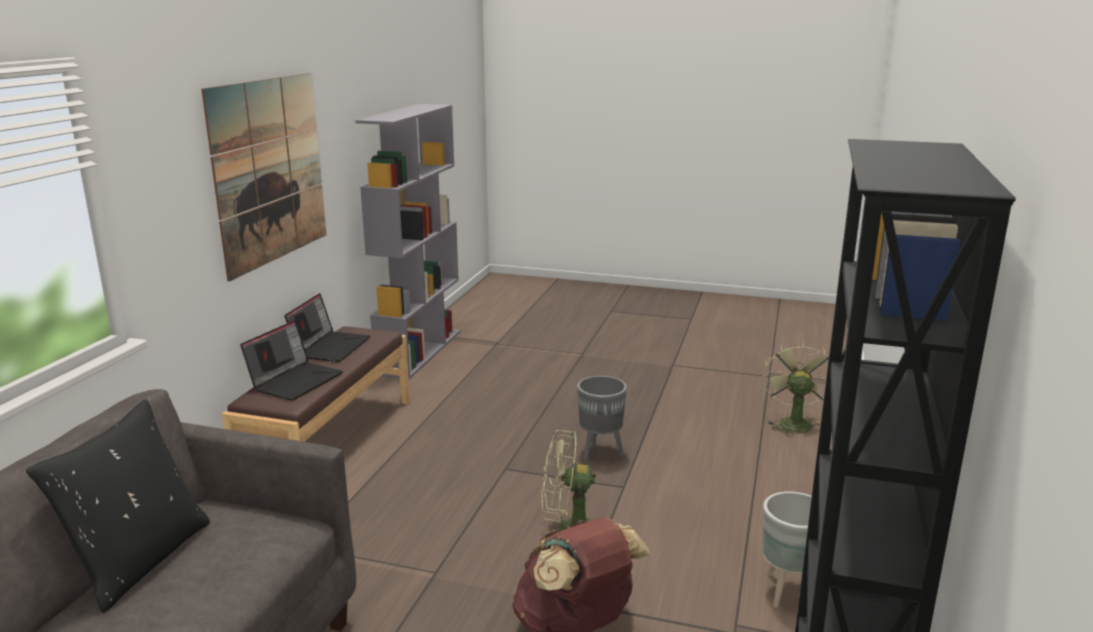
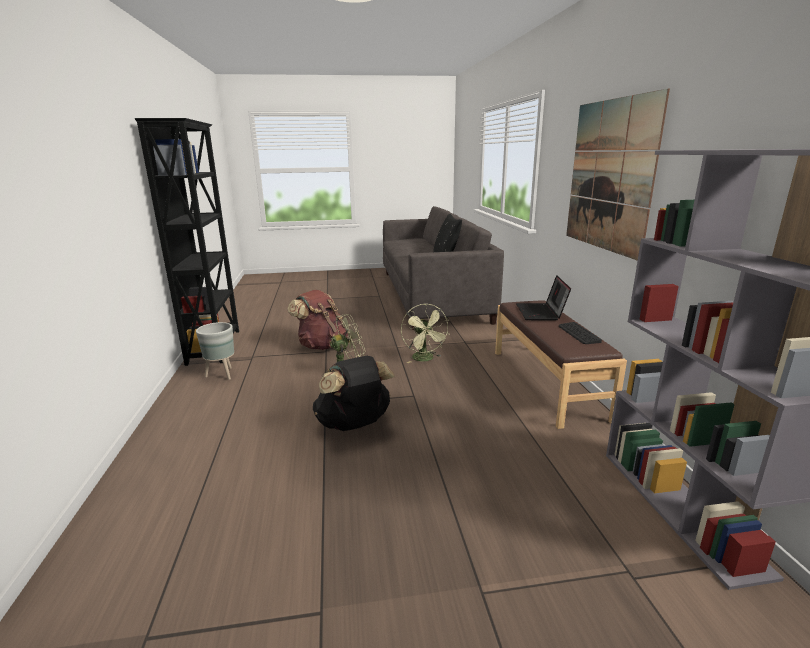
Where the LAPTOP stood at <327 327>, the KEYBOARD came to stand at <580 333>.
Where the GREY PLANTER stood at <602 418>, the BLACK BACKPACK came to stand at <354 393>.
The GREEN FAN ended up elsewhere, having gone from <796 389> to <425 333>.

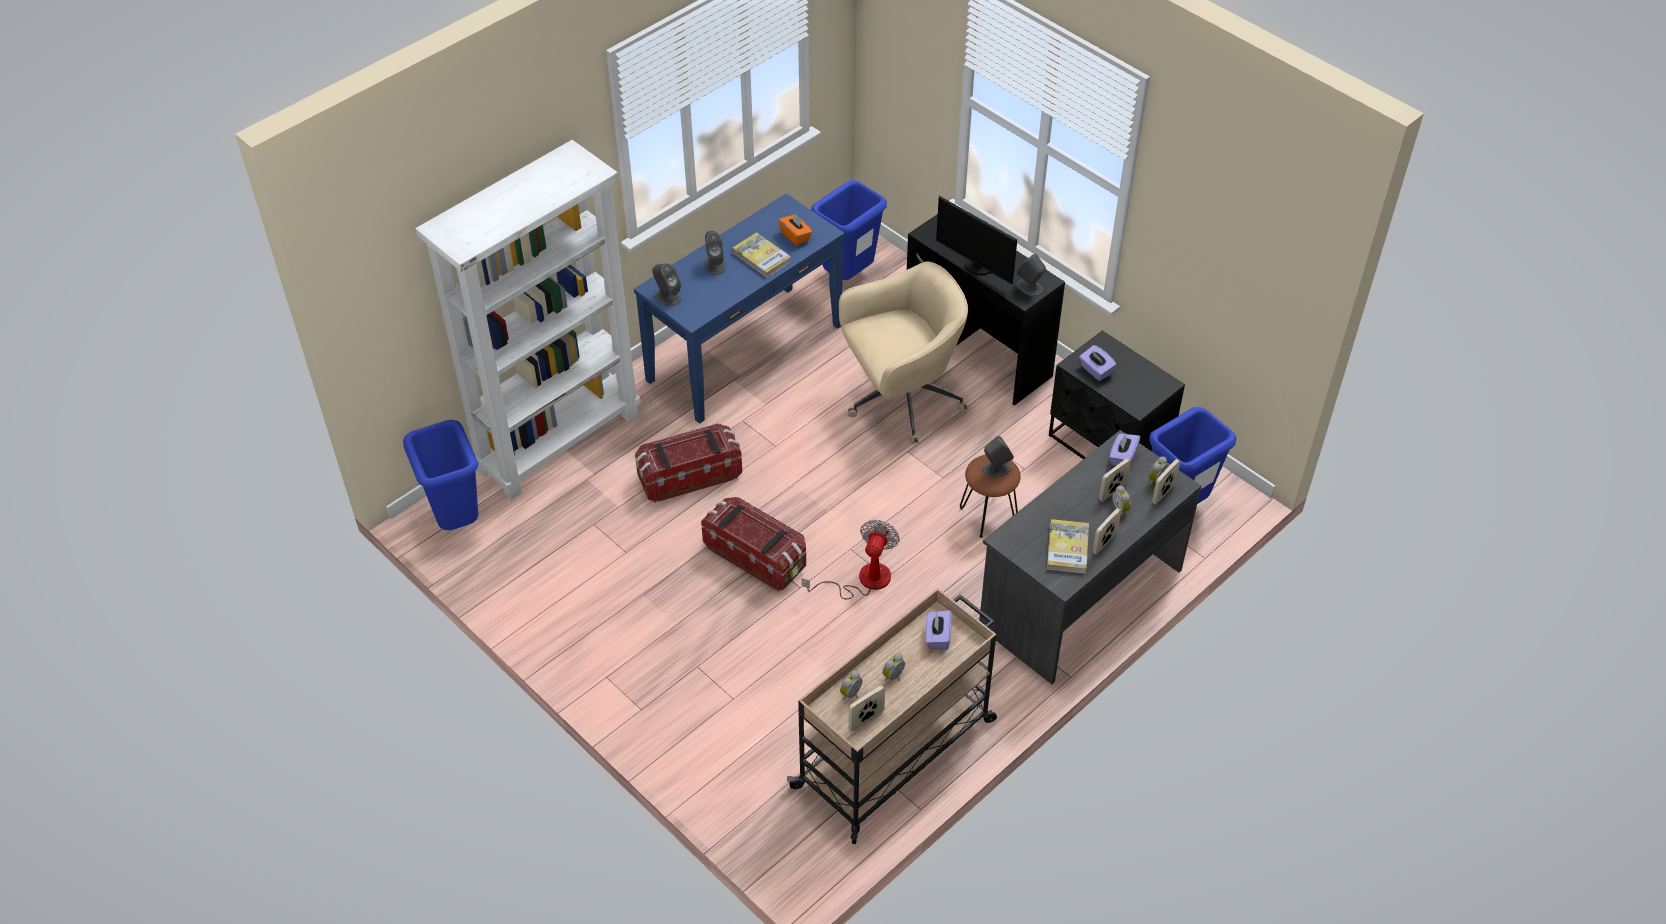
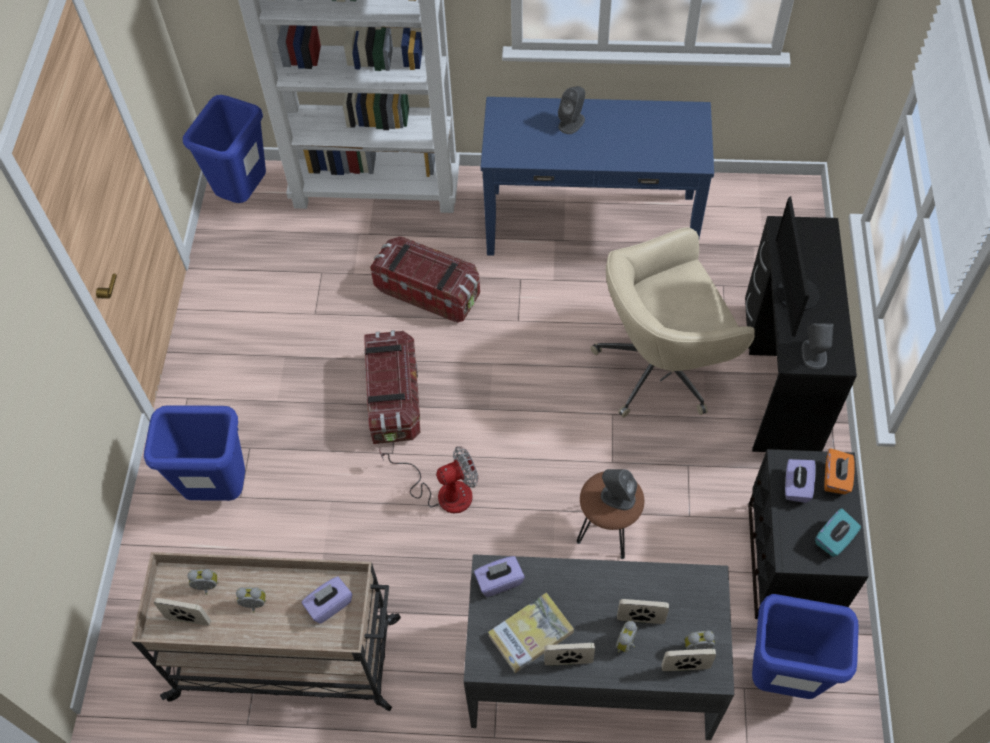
The second view lost the GREY SPEAKER at <666 284>.
The second view lost the BOOK at <762 255>.
The ORANGE TISSUE BOX ended up elsewhere, having gone from <795 229> to <839 471>.
The BLUE TRASH CAN ended up elsewhere, having gone from <849 230> to <194 453>.
The BEIGE OFFICE CHAIR at <903 352> ended up facing another way, 135 degrees clockwise from before.
The PURPLE TISSUE BOX ended up elsewhere, having gone from <1124 449> to <499 576>.
The second view gained the TURQUOISE TISSUE BOX at <838 532>.

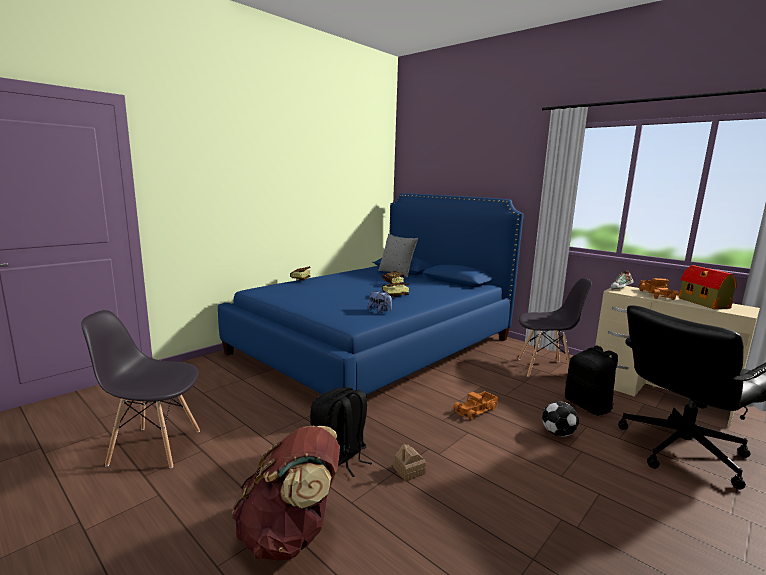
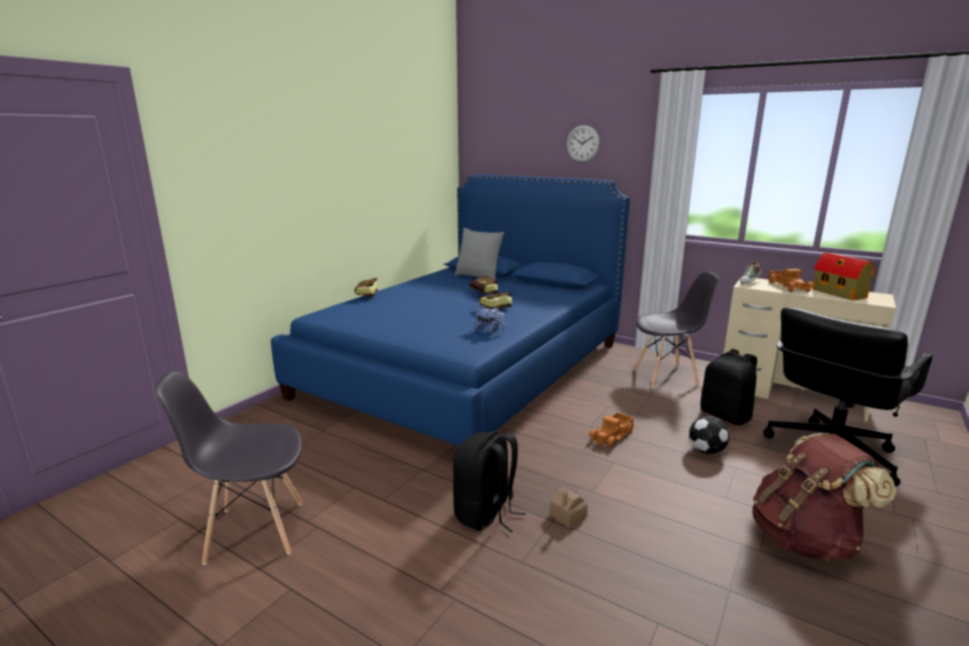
The BROWN BACKPACK ended up elsewhere, having gone from <286 493> to <824 497>.
The second view gained the WALL CLOCK at <583 143>.

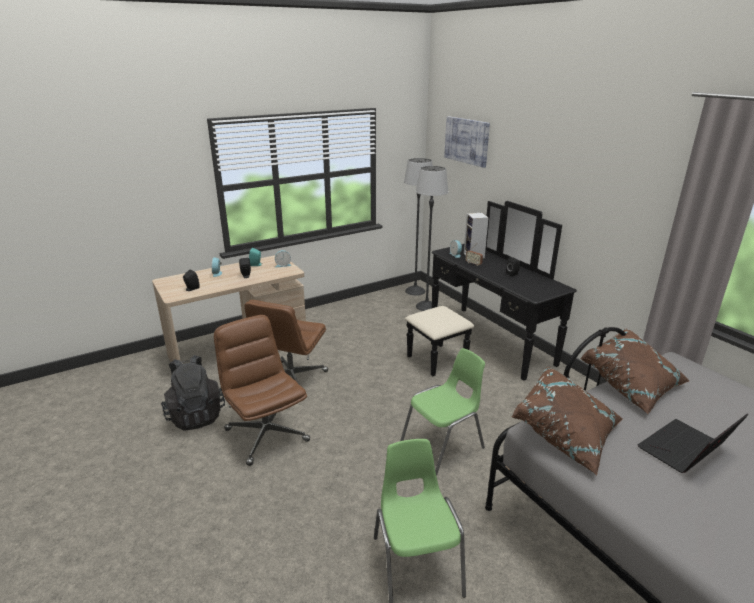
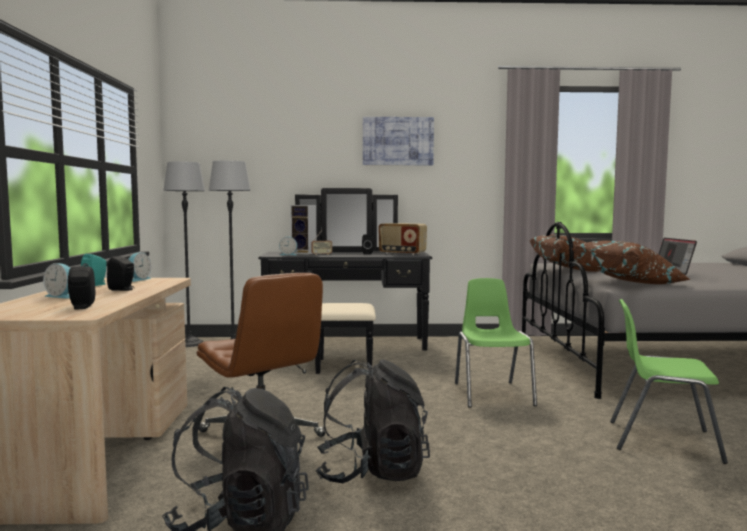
Where the BROWN OFFICE CHAIR stood at <262 390>, the BLACK BACKPACK came to stand at <372 421>.
The PICTURE ended up elsewhere, having gone from <467 142> to <398 141>.
The second view gained the RADIO at <402 239>.

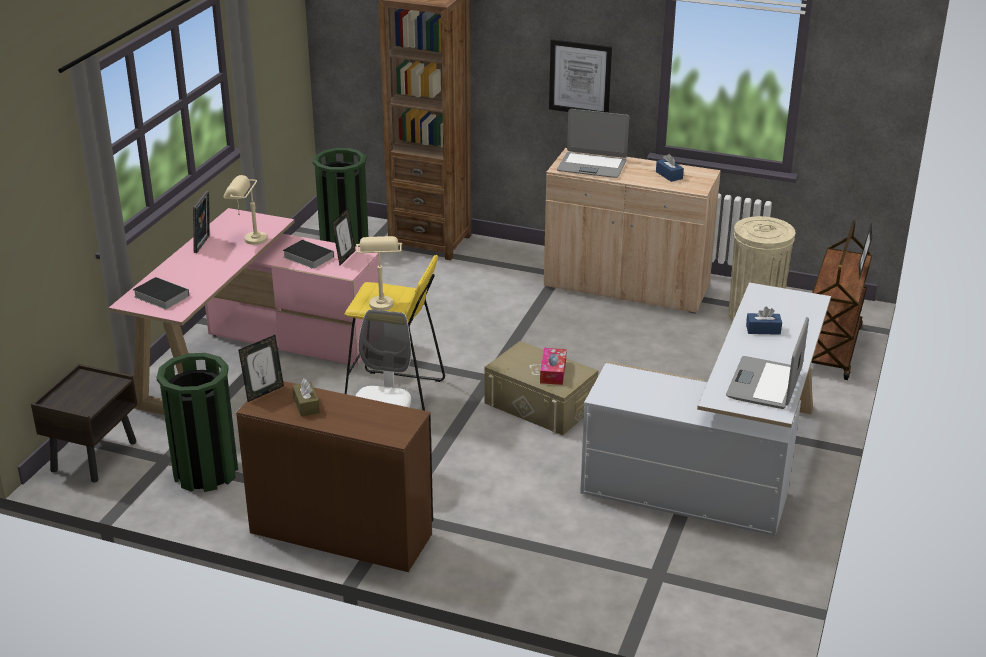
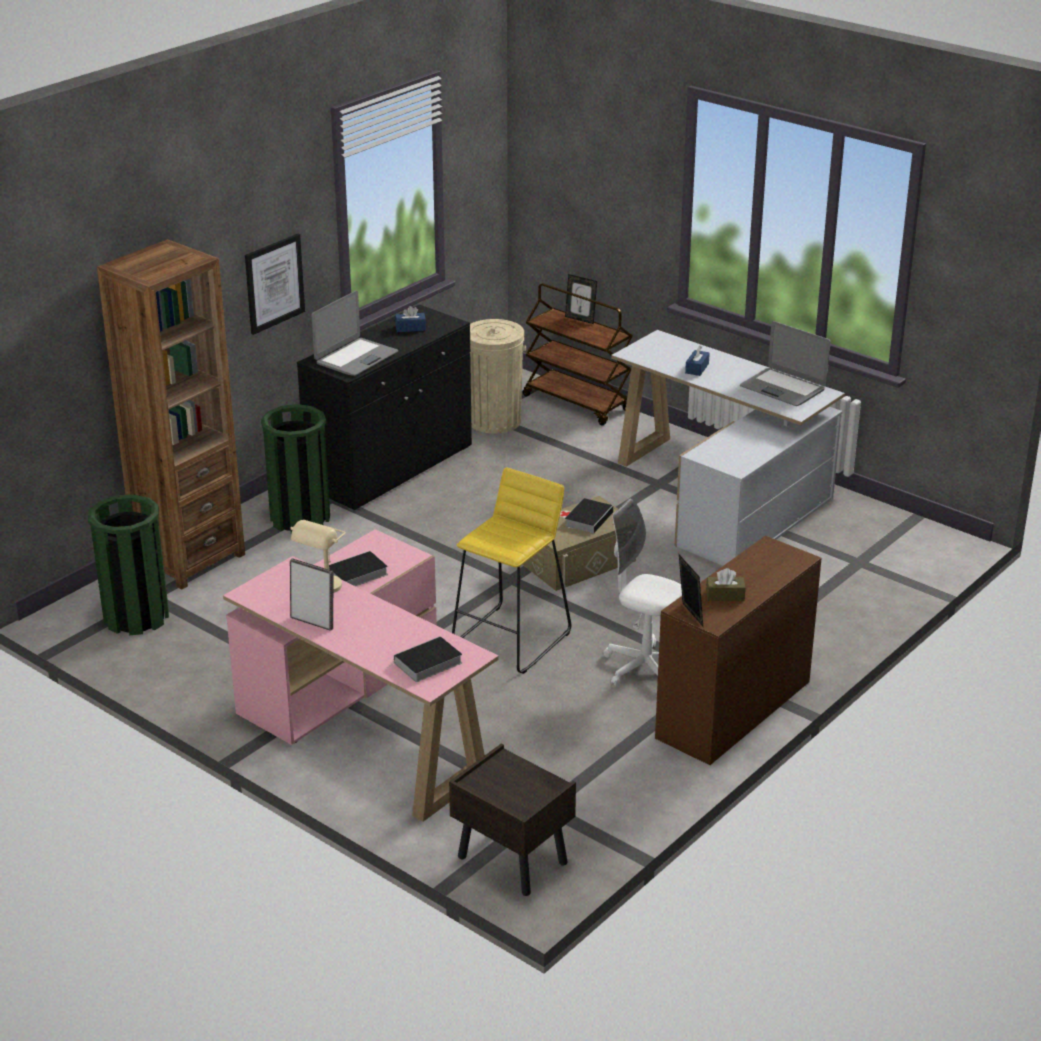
The GREEN TRASH CAN ended up elsewhere, having gone from <197 422> to <295 469>.
The second view lost the PICTURE FRAME at <344 236>.
The second view lost the BEIGE TABLE LAMP at <379 273>.
Where the TISSUE BOX stood at <553 366>, the BOOK came to stand at <589 515>.
What was the BEIGE CABINET at <632 231> turned into the BLACK CABINET at <384 408>.

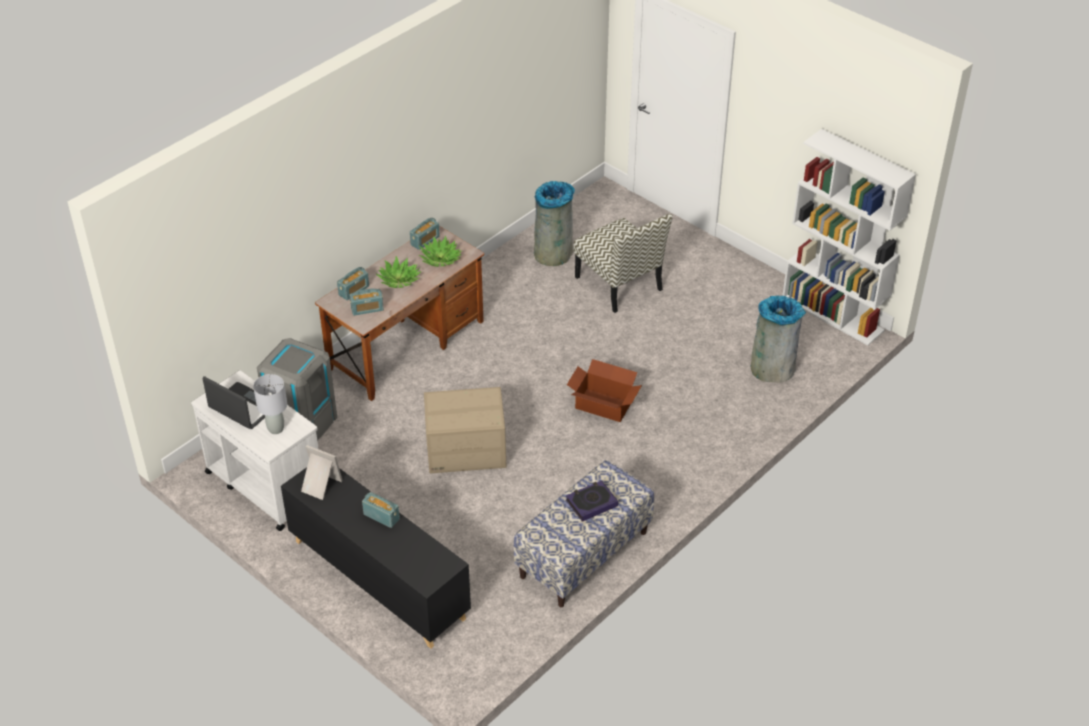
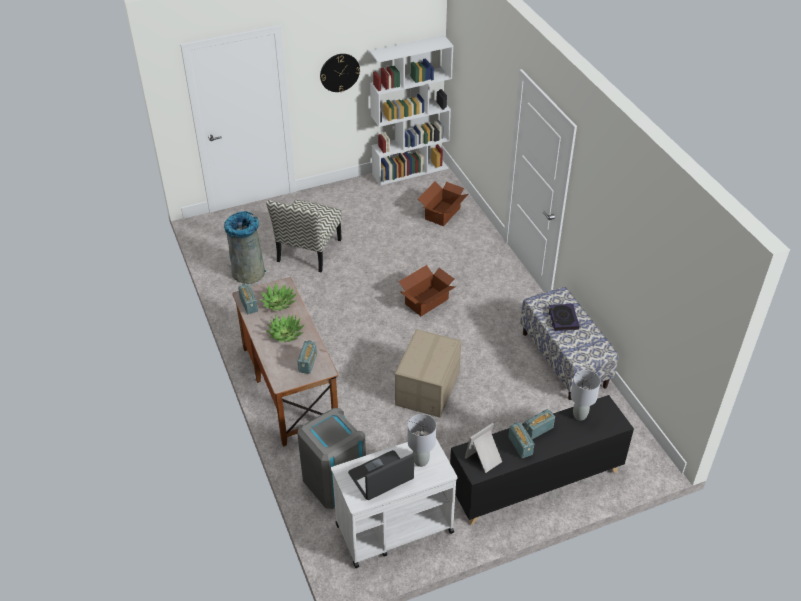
The RADIO ended up elsewhere, having gone from <353 284> to <521 440>.
The CHAIR at <623 263> ended up facing another way, 120 degrees clockwise from before.
Where the GREY TRASH CAN stood at <778 339>, the CARDBOARD BOX came to stand at <443 204>.
The second view gained the WALL CLOCK at <340 73>.
The second view gained the GREY TABLE LAMP at <586 395>.

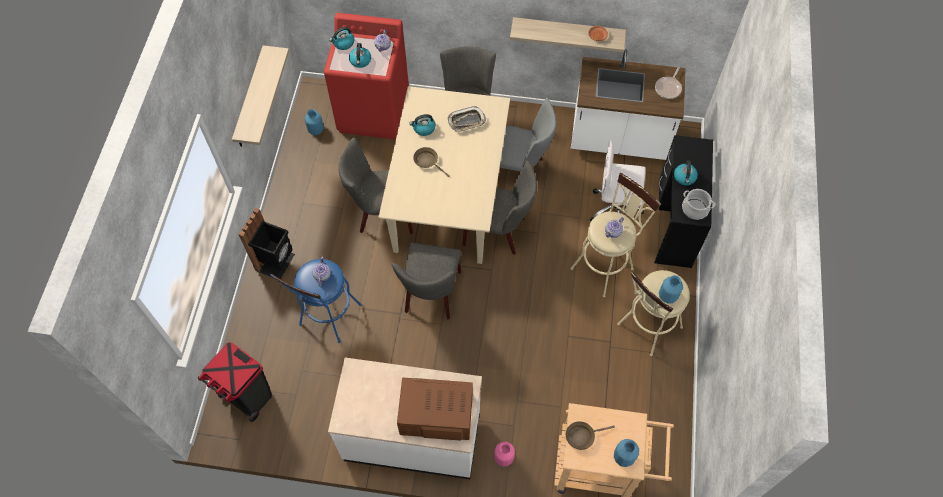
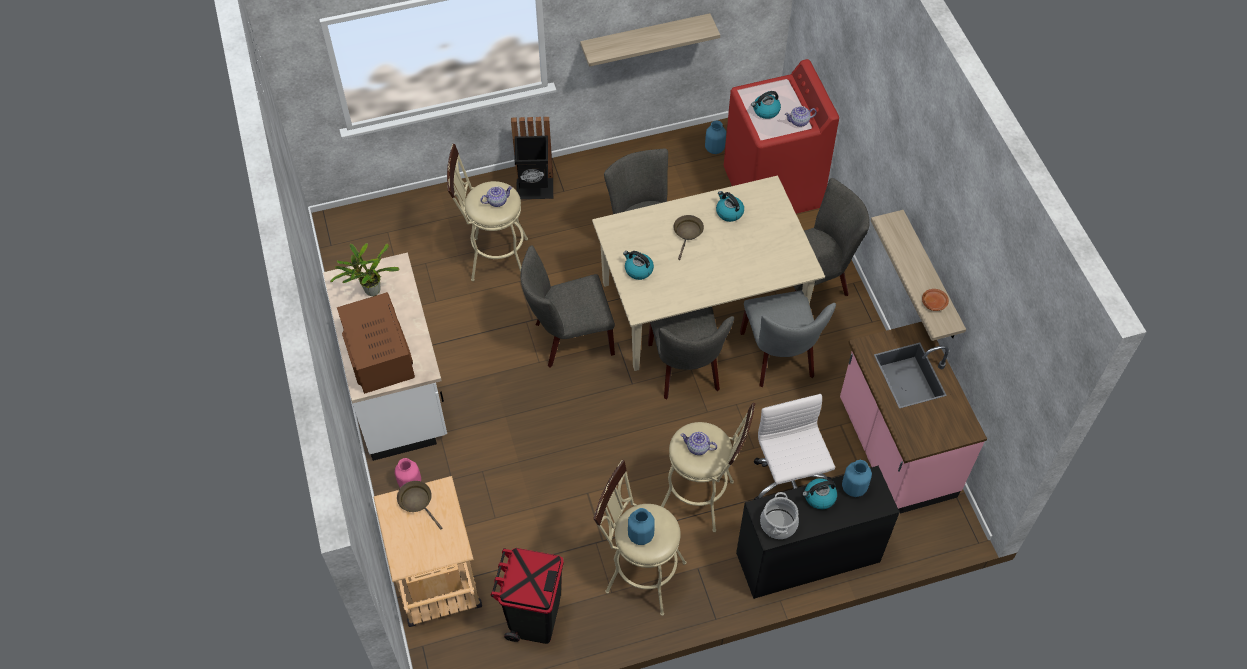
The BLACK TRASH CAN ended up elsewhere, having gone from <235 382> to <527 596>.
What was the BLUE STOOL at <316 301> turned into the BEIGE STOOL at <487 212>.
The KETTLE ended up elsewhere, having gone from <341 38> to <638 265>.
The second view lost the TRAY at <467 119>.
What was the WHITE COUNTER at <628 104> turned into the PINK COUNTER at <913 418>.
The BLUE VASE ended up elsewhere, having gone from <626 453> to <857 478>.
The second view lost the FRYING PAN at <668 83>.
The second view gained the POTTED PLANT at <364 269>.

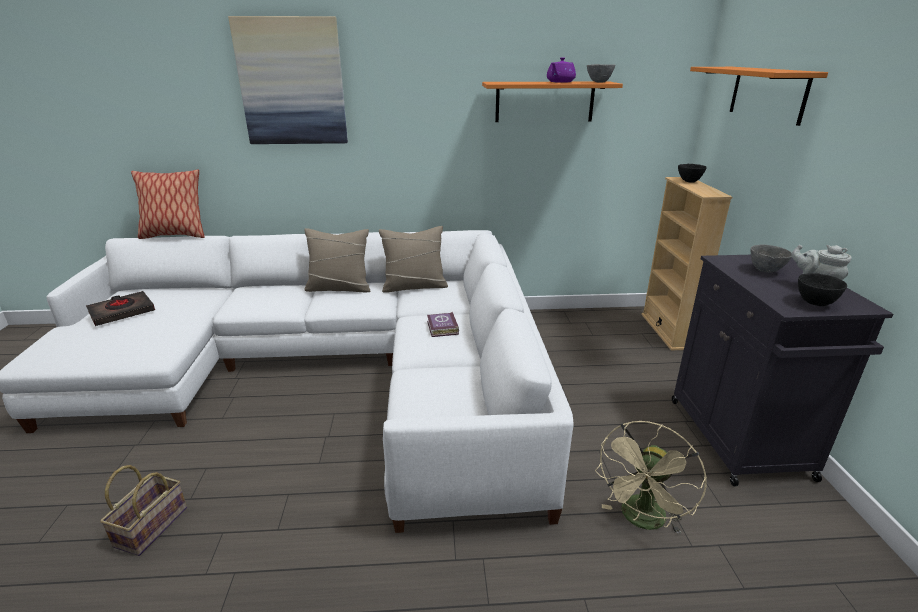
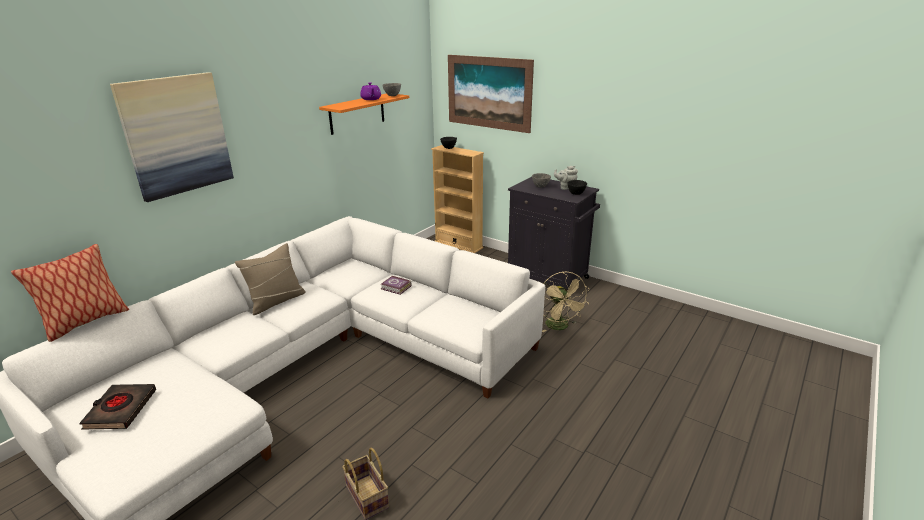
The second view lost the BEIGE PILLOW at <413 259>.
Where the ORANGE SHELF hung at <759 96>, the PICTURE came to hang at <491 94>.

